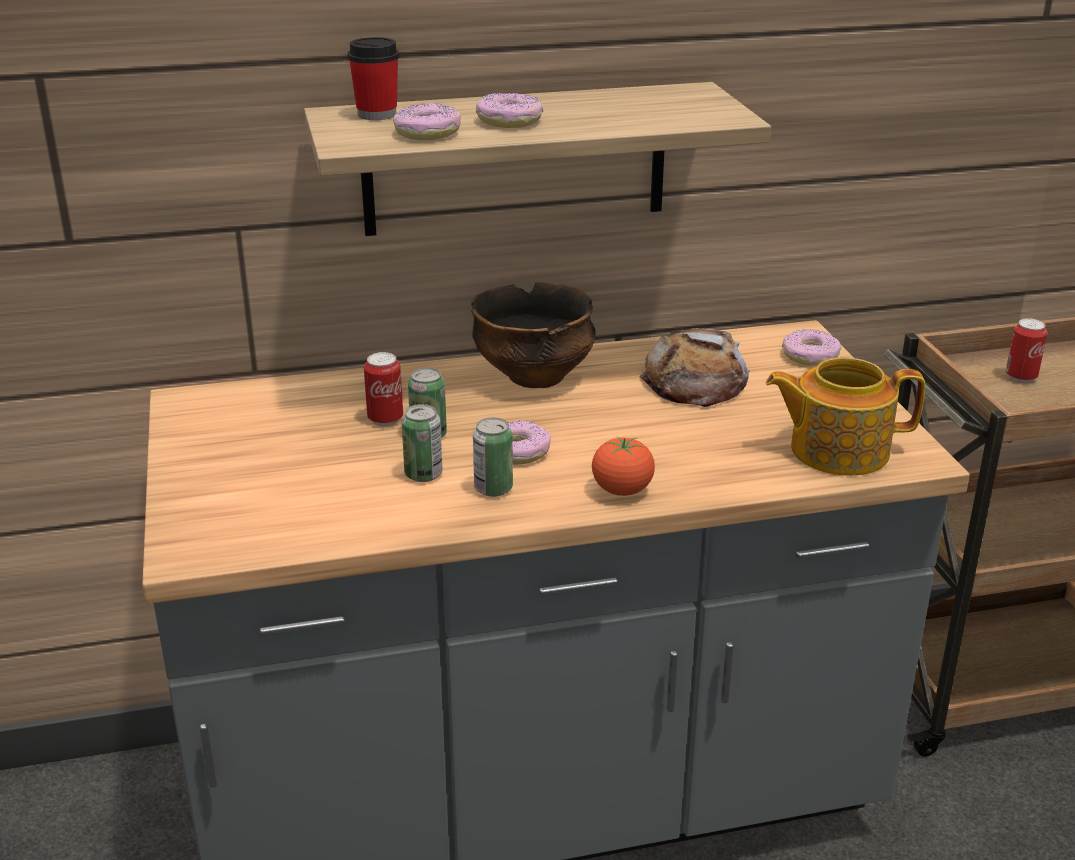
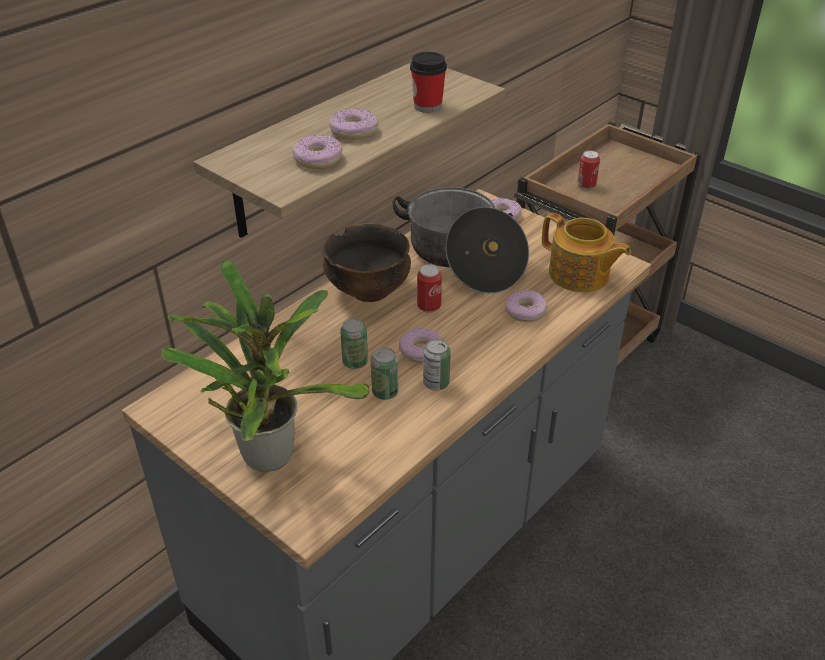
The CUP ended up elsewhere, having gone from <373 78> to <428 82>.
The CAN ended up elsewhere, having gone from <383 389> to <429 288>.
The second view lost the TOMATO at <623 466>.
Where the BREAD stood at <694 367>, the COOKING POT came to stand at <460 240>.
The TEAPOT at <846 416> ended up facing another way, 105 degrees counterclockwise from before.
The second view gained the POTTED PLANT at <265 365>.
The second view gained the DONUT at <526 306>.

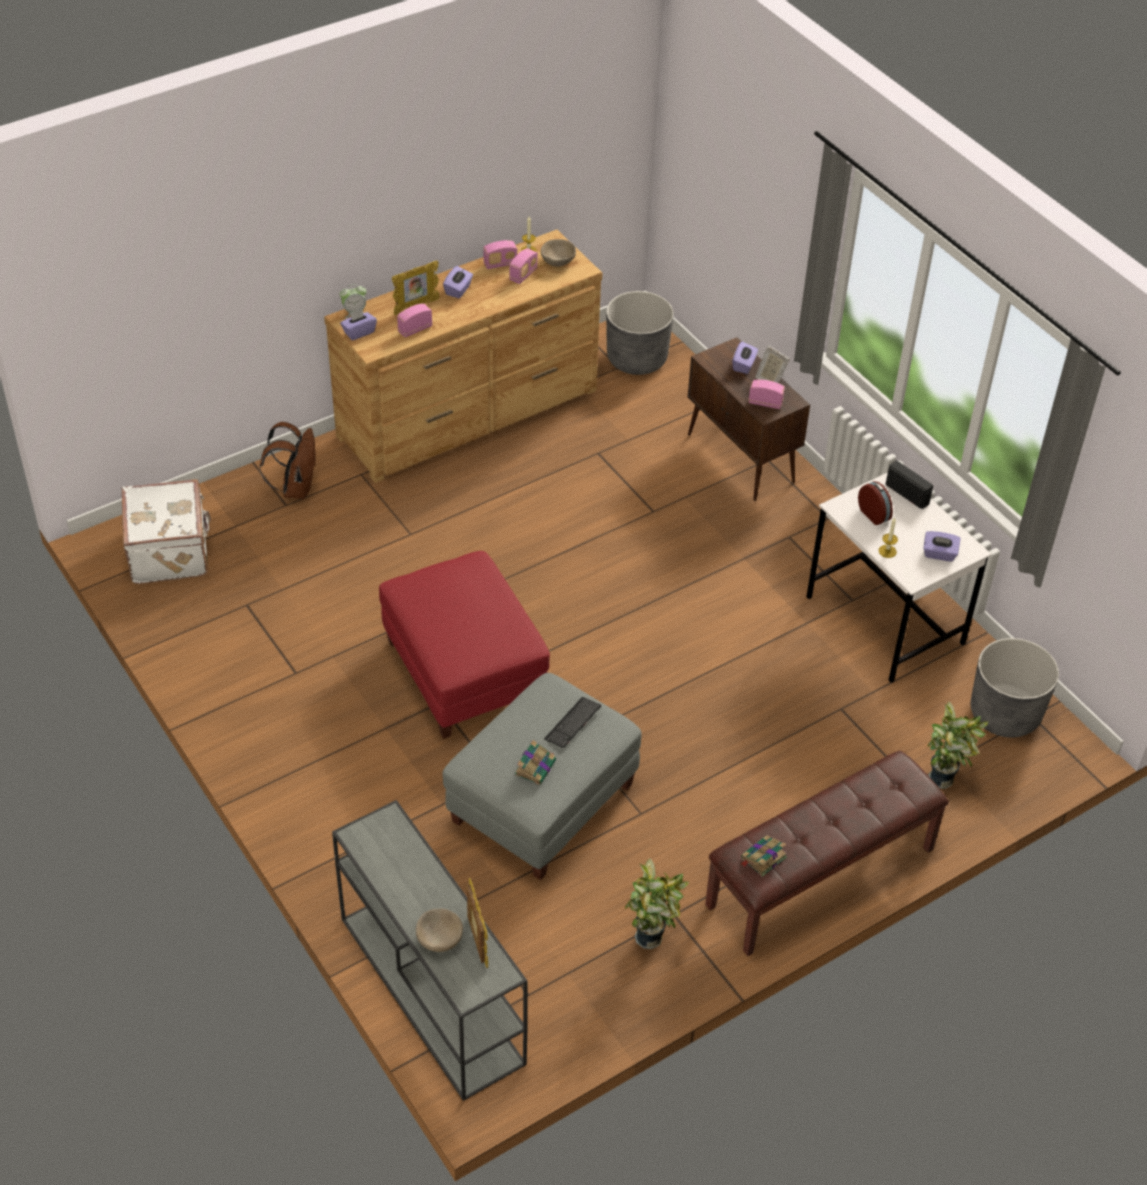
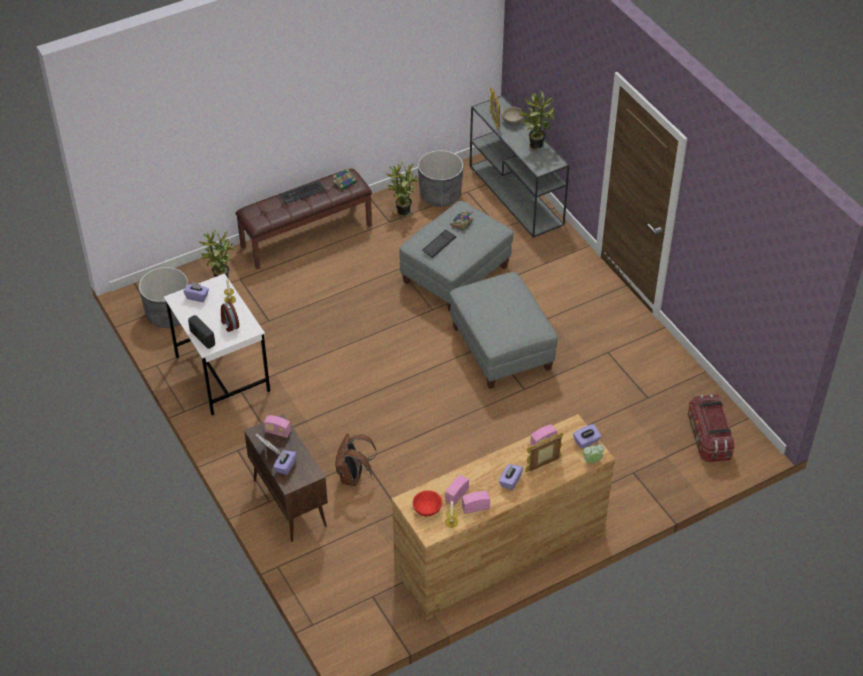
Where the WHITE SUITCASE stood at <166 531>, the STORAGE BOX came to stand at <711 428>.
The BROWN BACKPACK ended up elsewhere, having gone from <288 460> to <356 459>.
What was the RED OTTOMAN at <464 645> turned into the GREY OTTOMAN at <504 330>.
What was the BEIGE BOWL at <558 253> turned into the RED BOWL at <427 503>.
The GREY PLANTER ended up elsewhere, having gone from <640 333> to <440 178>.
The second view gained the KEYBOARD at <302 192>.
The second view gained the POTTED PLANT at <536 120>.

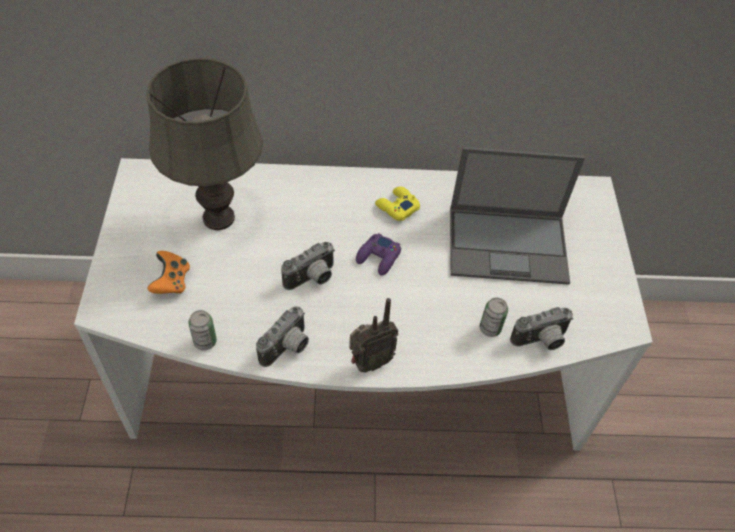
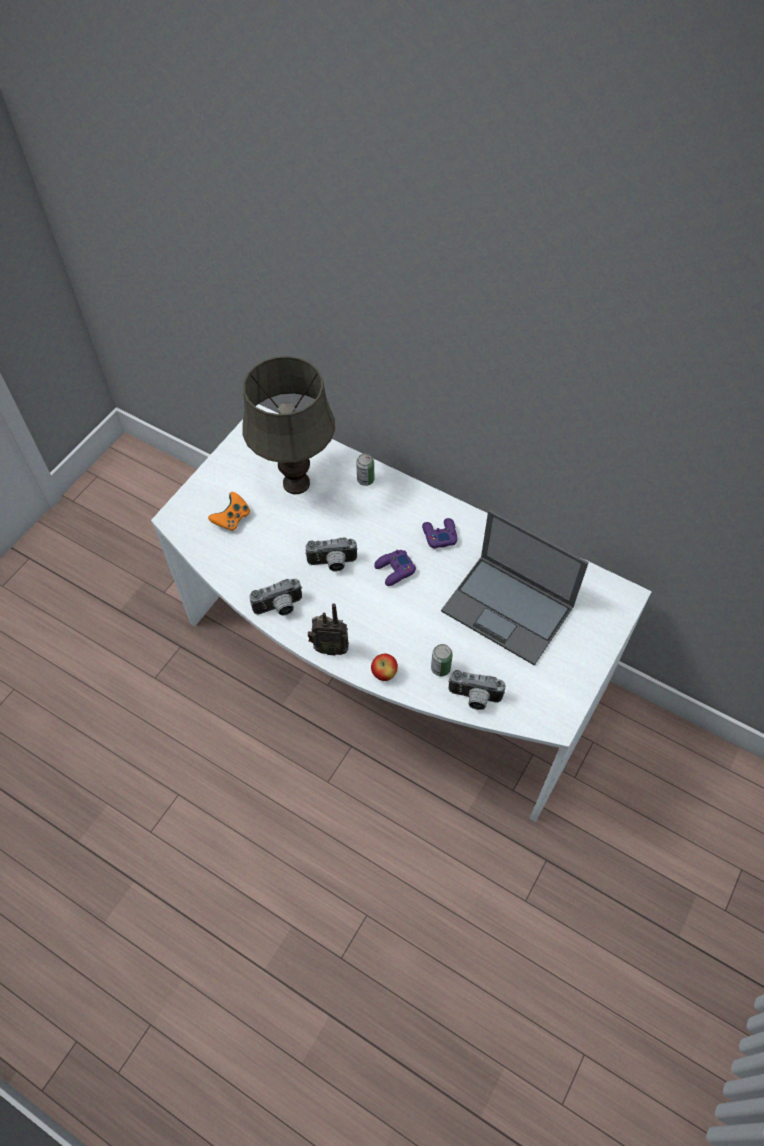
The CAN ended up elsewhere, having gone from <202 330> to <365 470>.
What was the YELLOW GAME CONTROLLER at <397 204> turned into the PURPLE GAME CONTROLLER at <439 533>.
The second view gained the APPLE at <384 667>.

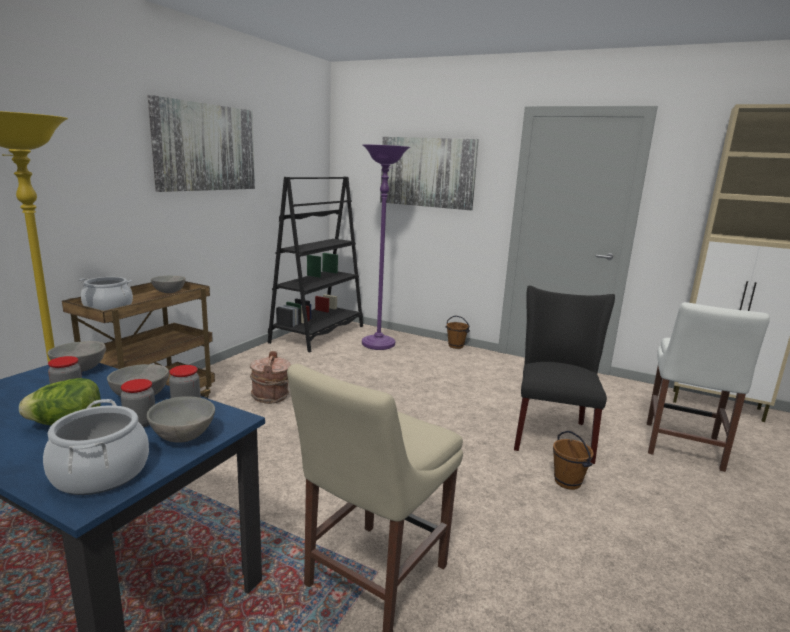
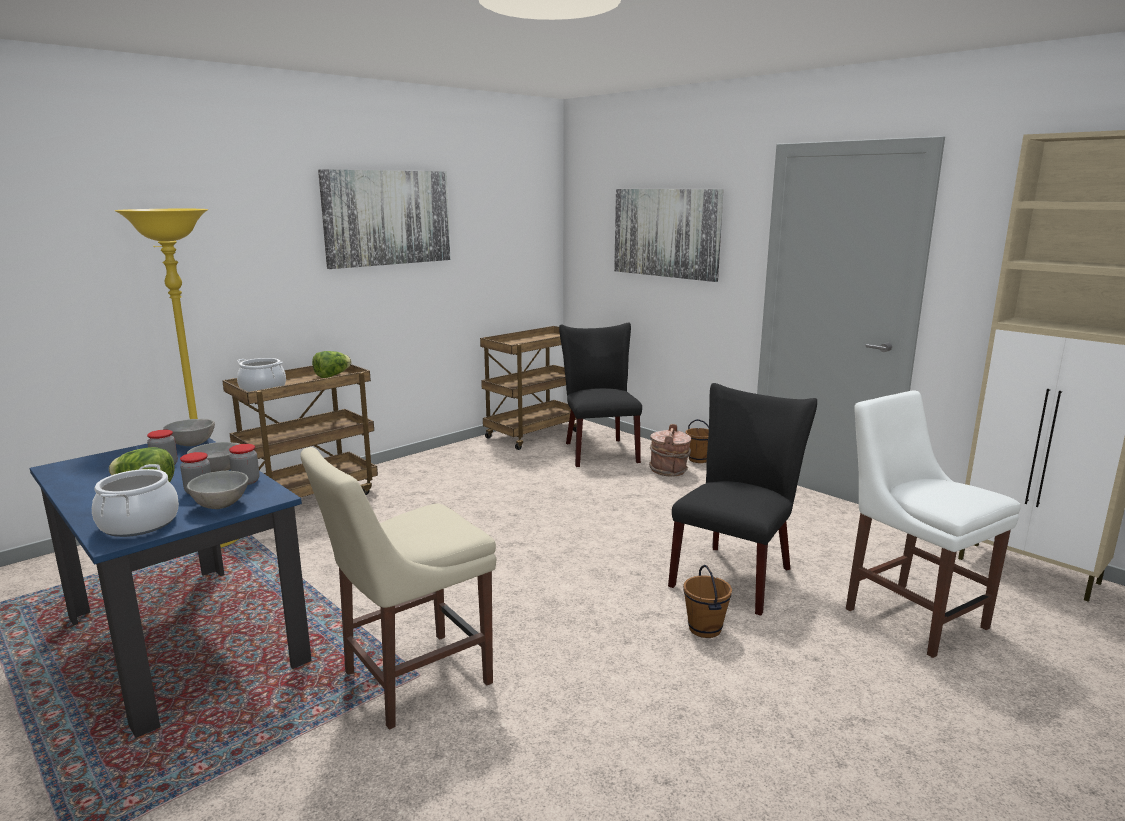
Where the GREY BOWL stood at <168 284>, the LETTUCE came to stand at <332 364>.
The BROWN BUCKET ended up elsewhere, having gone from <270 377> to <670 450>.
Where the BLACK BOOKCASE stood at <315 264>, the BROWN CART came to stand at <528 388>.
Where the PURPLE FLOOR LAMP stood at <386 247>, the BLACK CHAIR came to stand at <600 395>.
The WHITE CHAIR at <708 387> ended up facing another way, 105 degrees clockwise from before.

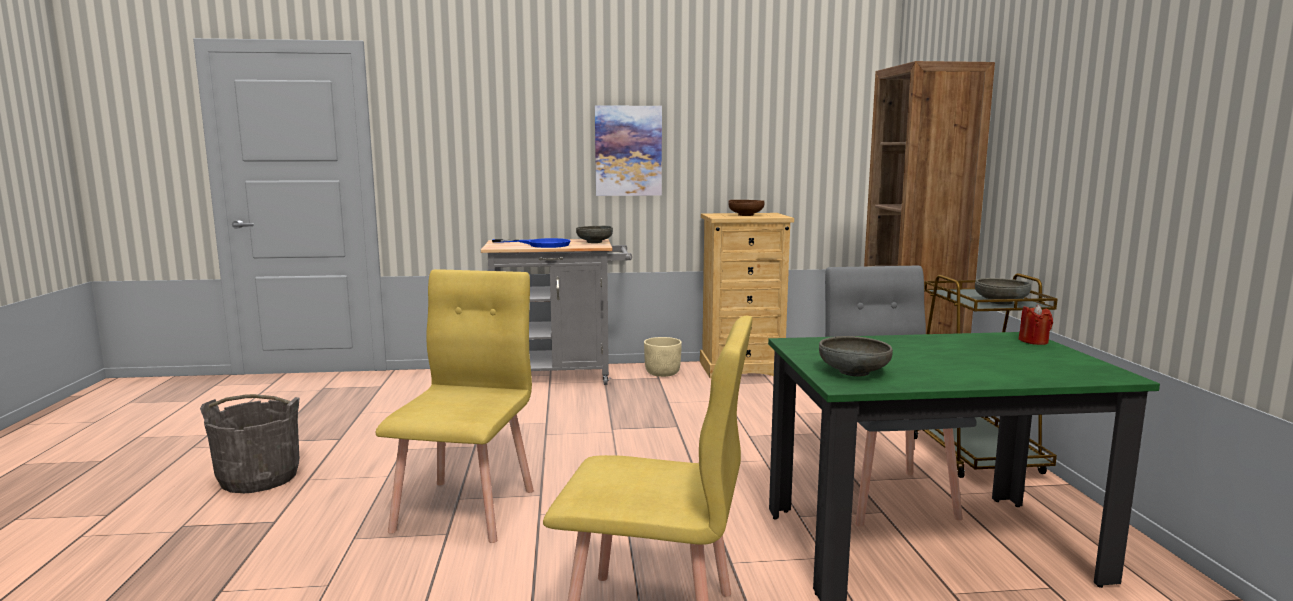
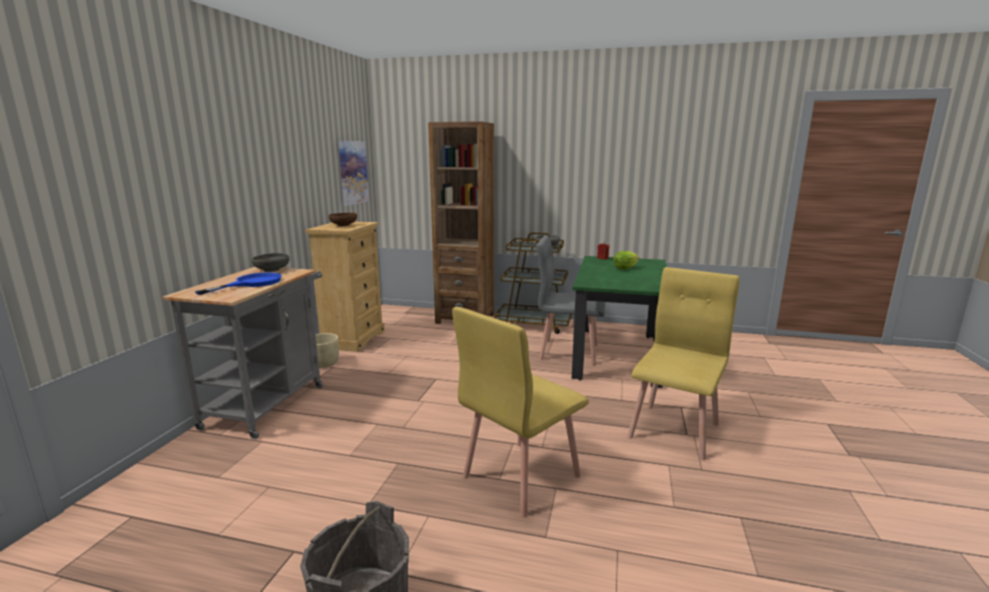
The YELLOW CHAIR at <455 406> ended up facing another way, 75 degrees counterclockwise from before.
The PICTURE ended up elsewhere, having gone from <628 150> to <353 173>.
The second view lost the GREY BOWL at <856 356>.
The second view gained the LETTUCE at <626 260>.

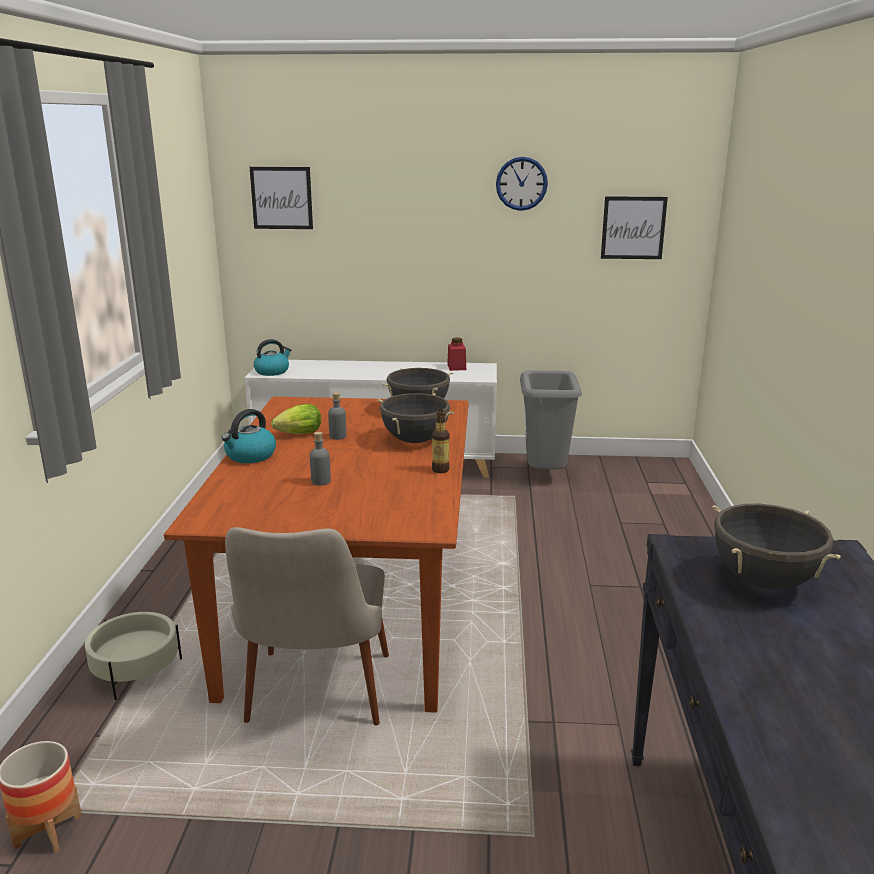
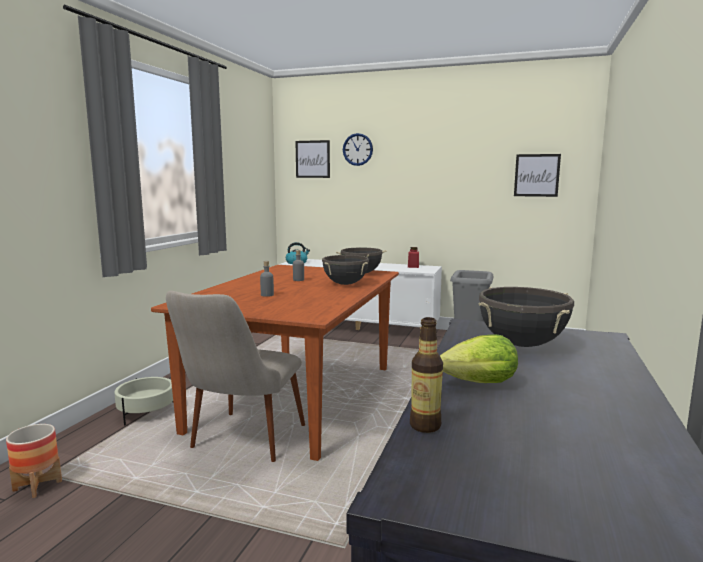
The second view lost the KETTLE at <249 436>.
The LETTUCE ended up elsewhere, having gone from <296 419> to <479 358>.
The BOTTLE ended up elsewhere, having gone from <441 441> to <426 375>.
The WALL CLOCK ended up elsewhere, having gone from <522 184> to <358 149>.

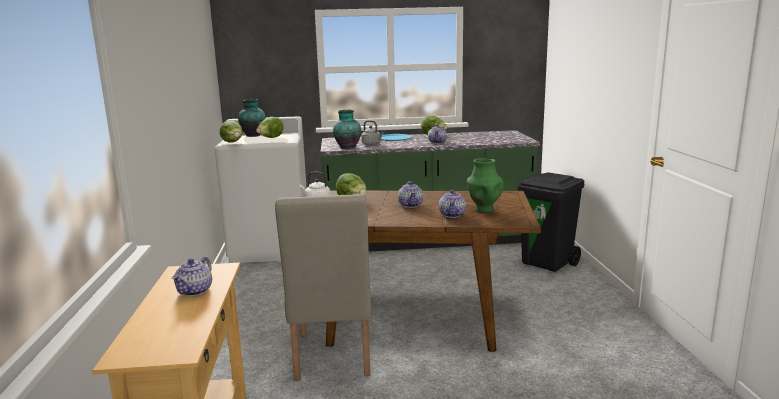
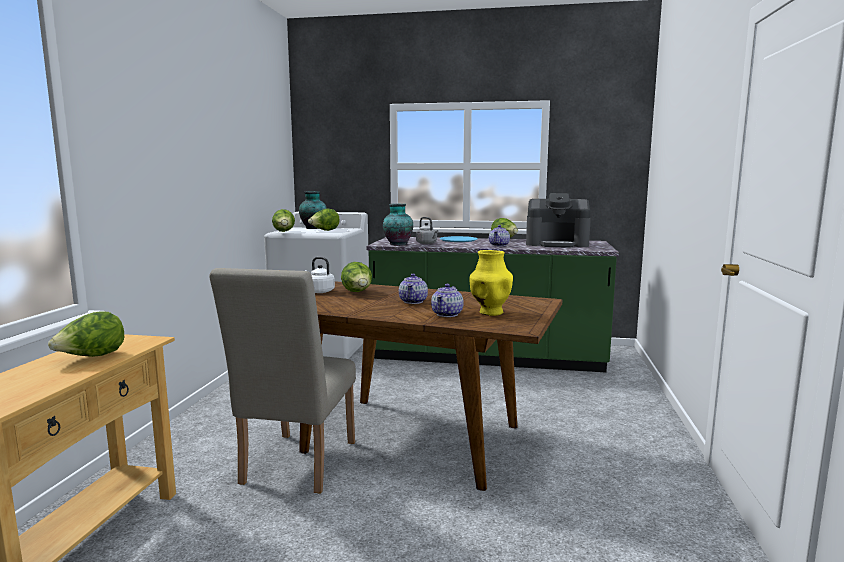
Where the TEAPOT stood at <192 276>, the LETTUCE came to stand at <86 334>.
What was the GREEN VASE at <485 185> turned into the YELLOW VASE at <491 283>.
The second view lost the BLACK TRASH CAN at <550 222>.
The second view gained the COFFEE MACHINE at <558 220>.

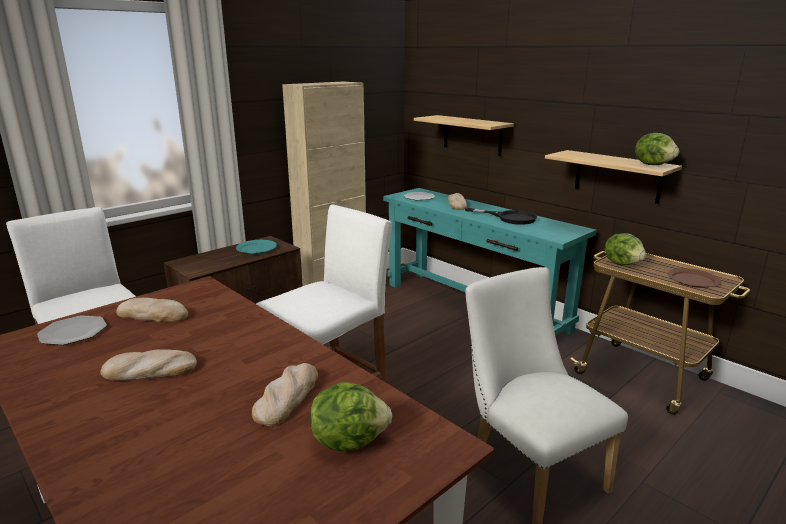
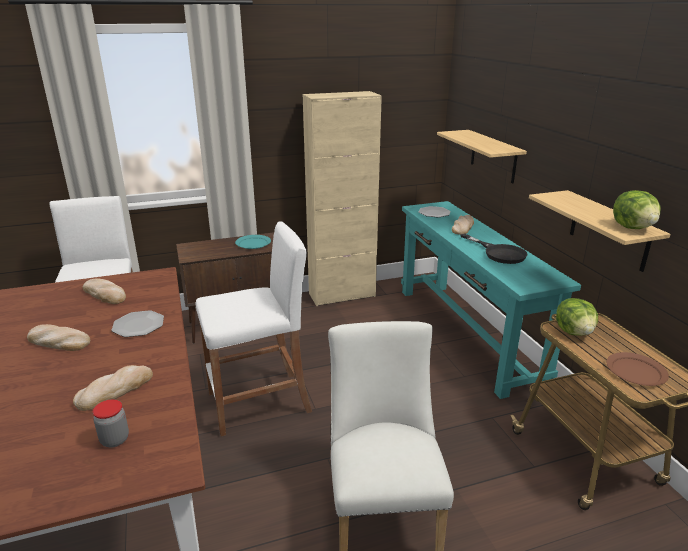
The PLATE ended up elsewhere, having gone from <72 330> to <137 323>.
Where the LETTUCE stood at <351 416>, the JAR came to stand at <111 423>.

